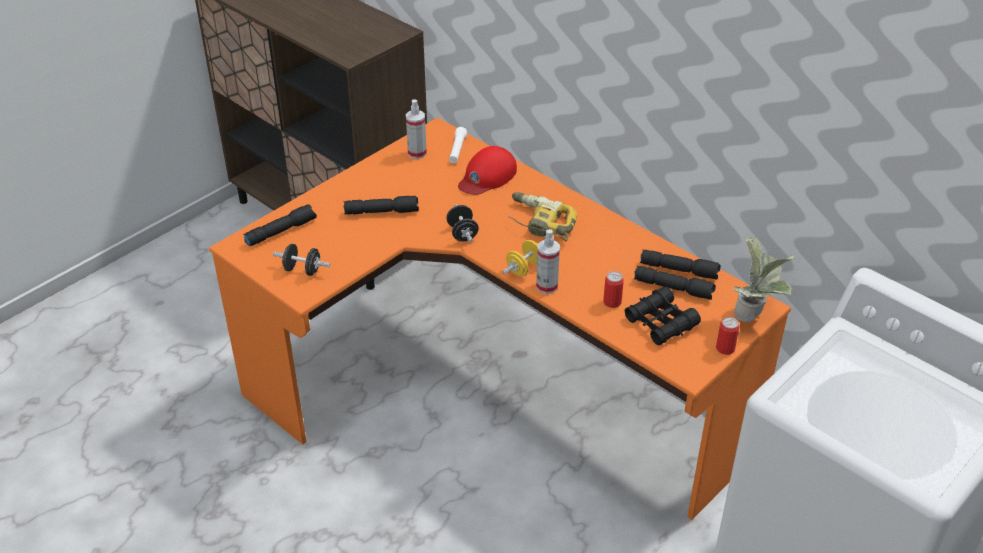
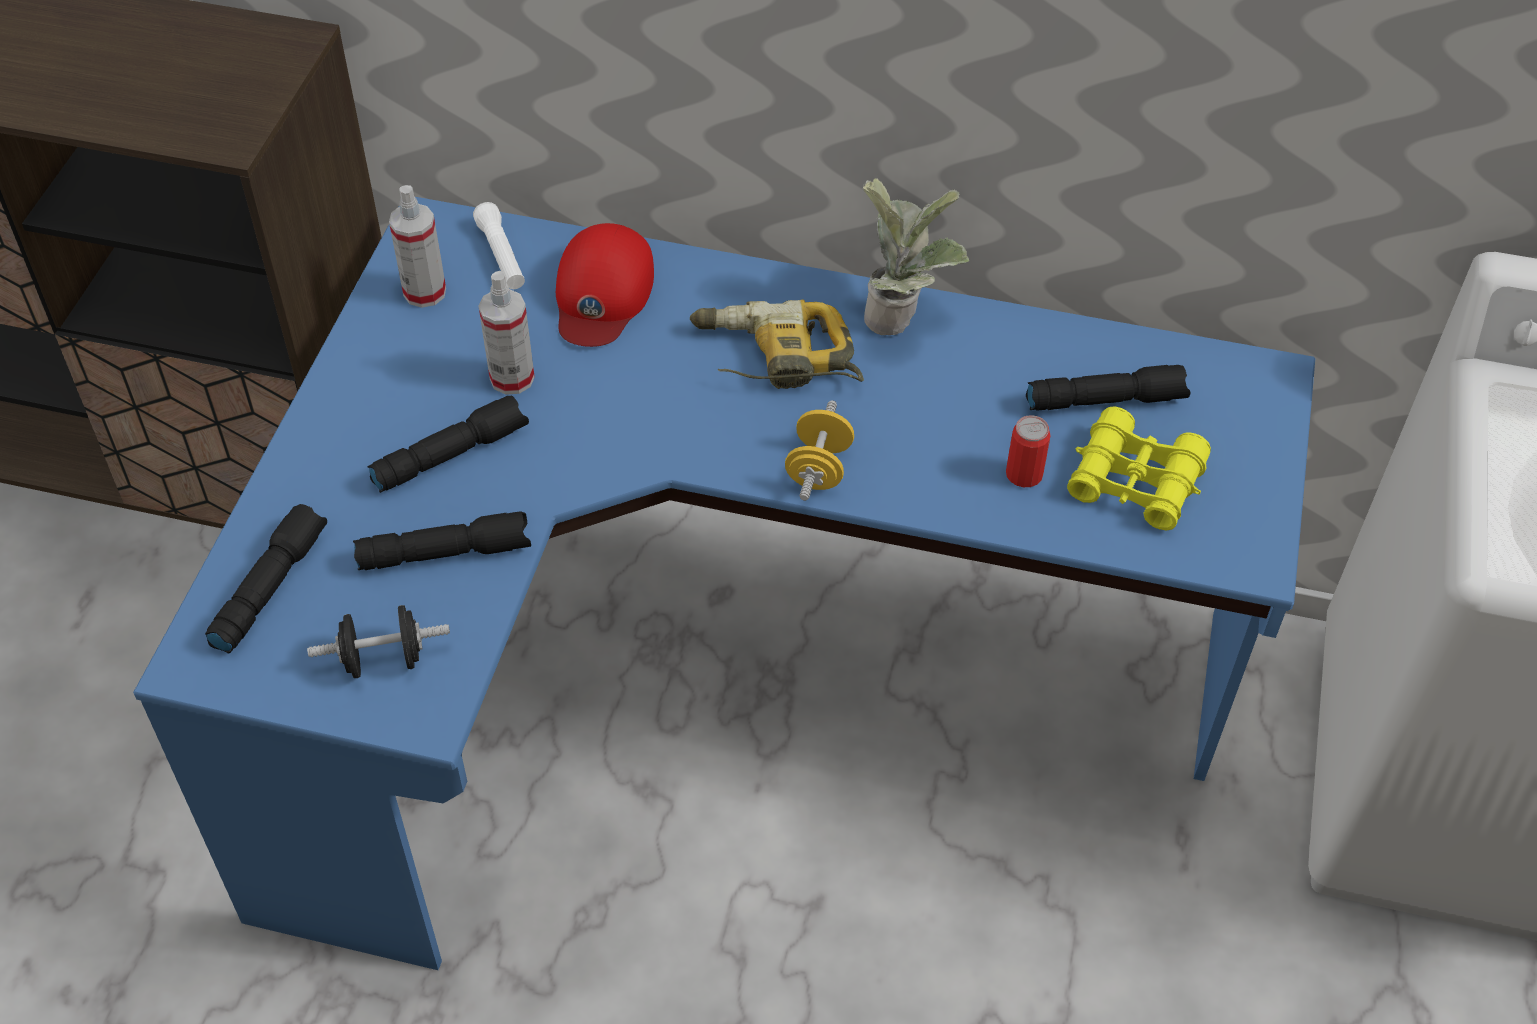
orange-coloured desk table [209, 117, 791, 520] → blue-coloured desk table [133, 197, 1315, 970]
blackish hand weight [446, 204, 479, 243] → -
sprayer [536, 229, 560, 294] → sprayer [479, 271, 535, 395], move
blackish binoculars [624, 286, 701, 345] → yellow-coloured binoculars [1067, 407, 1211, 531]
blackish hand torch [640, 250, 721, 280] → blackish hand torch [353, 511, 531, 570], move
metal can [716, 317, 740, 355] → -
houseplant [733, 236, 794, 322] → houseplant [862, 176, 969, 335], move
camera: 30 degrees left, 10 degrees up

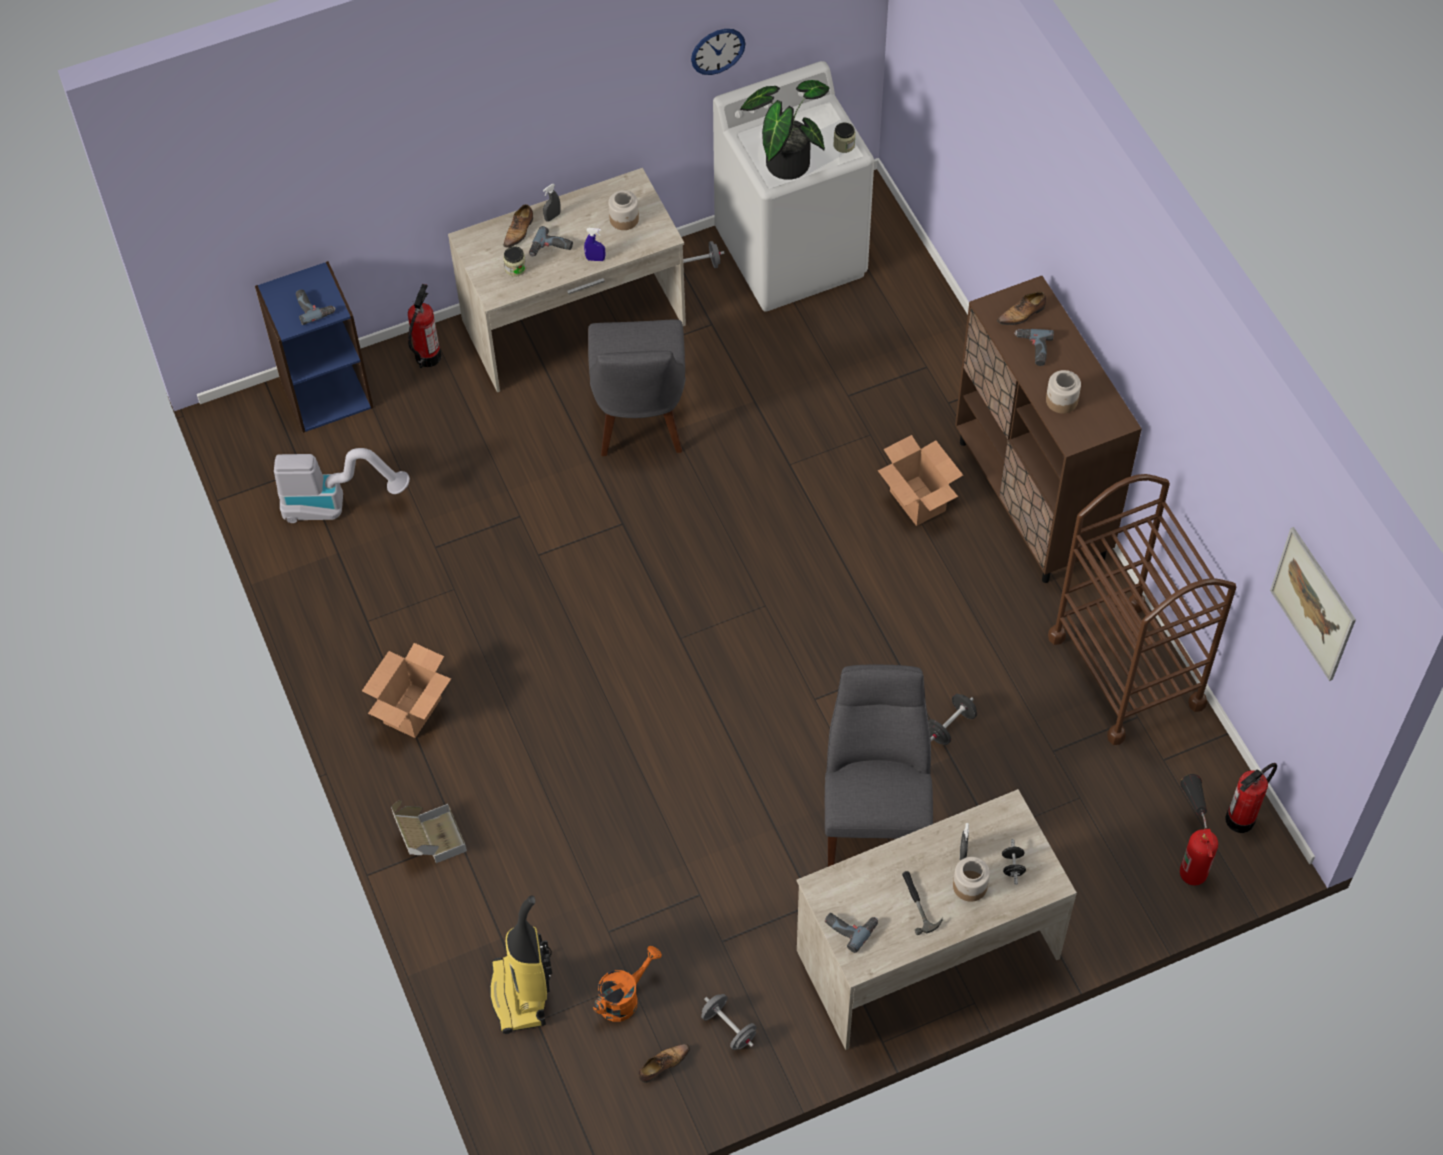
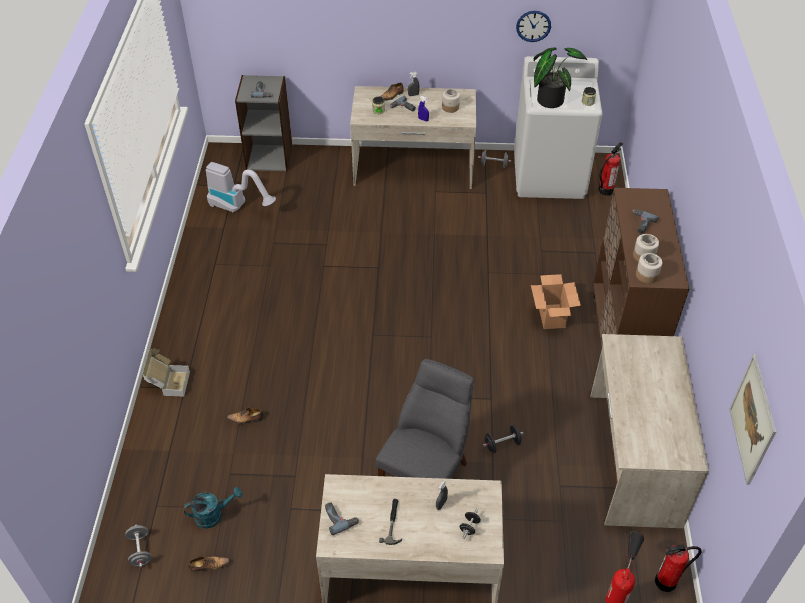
blue-coloured bookcase [255, 261, 373, 433] → gray bookcase [235, 75, 293, 171]
packing box [362, 643, 451, 738] → -
fire-fighting cylinder [408, 284, 442, 368] → fire-fighting cylinder [598, 142, 623, 196], move
vacuum [490, 895, 552, 1034] → -
gray upright chair [588, 320, 685, 456] → -
orange-coloured watering can [593, 946, 662, 1022] → turquoise watering can [183, 487, 242, 529]
gray hand weight [701, 994, 757, 1050] → gray hand weight [125, 525, 152, 568], move
storage jar [953, 857, 990, 902] → storage jar [636, 253, 662, 284], move
shoe [997, 291, 1046, 325] → shoe [227, 408, 263, 424], move
brown-coloured wheeled cart [1048, 474, 1236, 745] → sand-coloured desk table [590, 334, 709, 528]
camera: 25 degrees right, 10 degrees down

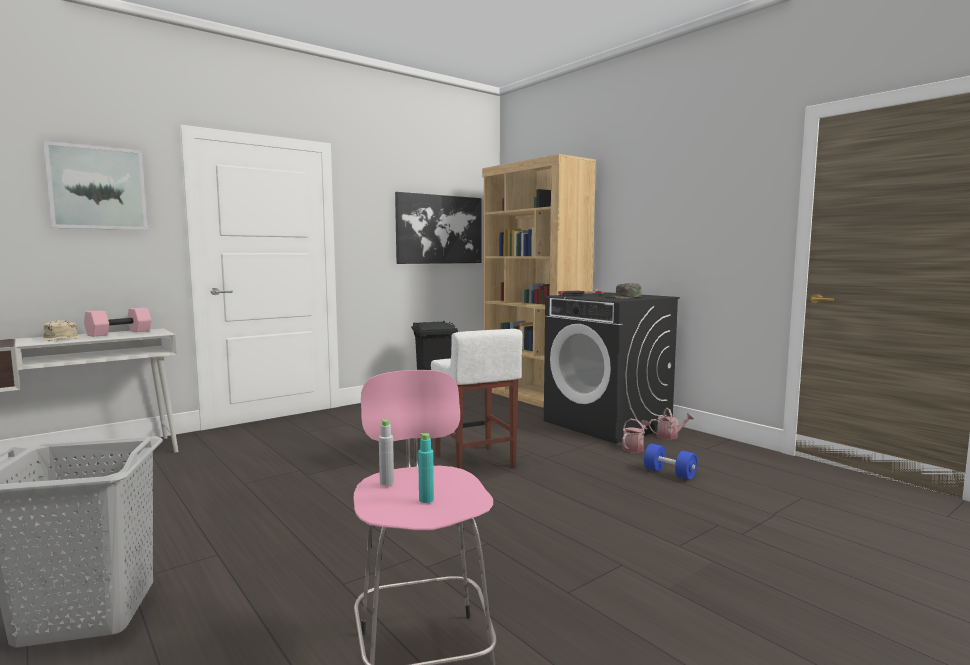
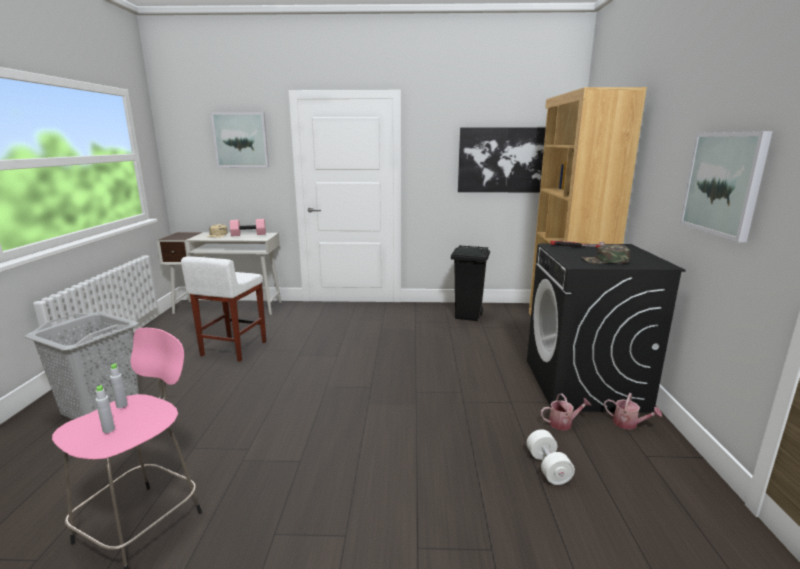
turquoise bottle [418, 433, 434, 503] → gray bottle [95, 385, 115, 433]
white-coloured stool [431, 329, 522, 469] → white-coloured stool [181, 256, 266, 362], move
blue-coloured hand weight [644, 444, 698, 480] → white-coloured hand weight [526, 429, 575, 485]
- → picture [680, 131, 773, 242]
camera: 40 degrees right, 10 degrees up

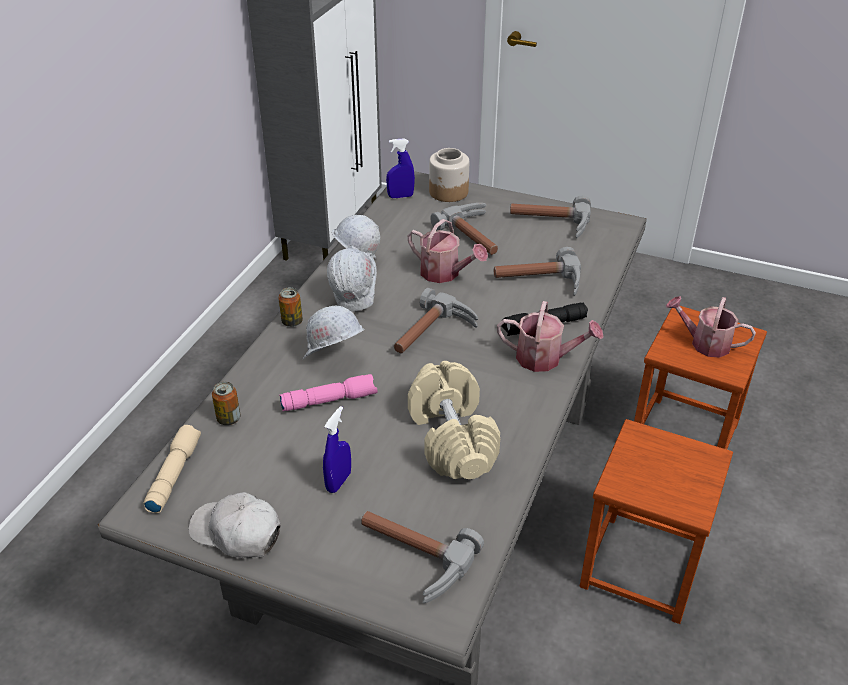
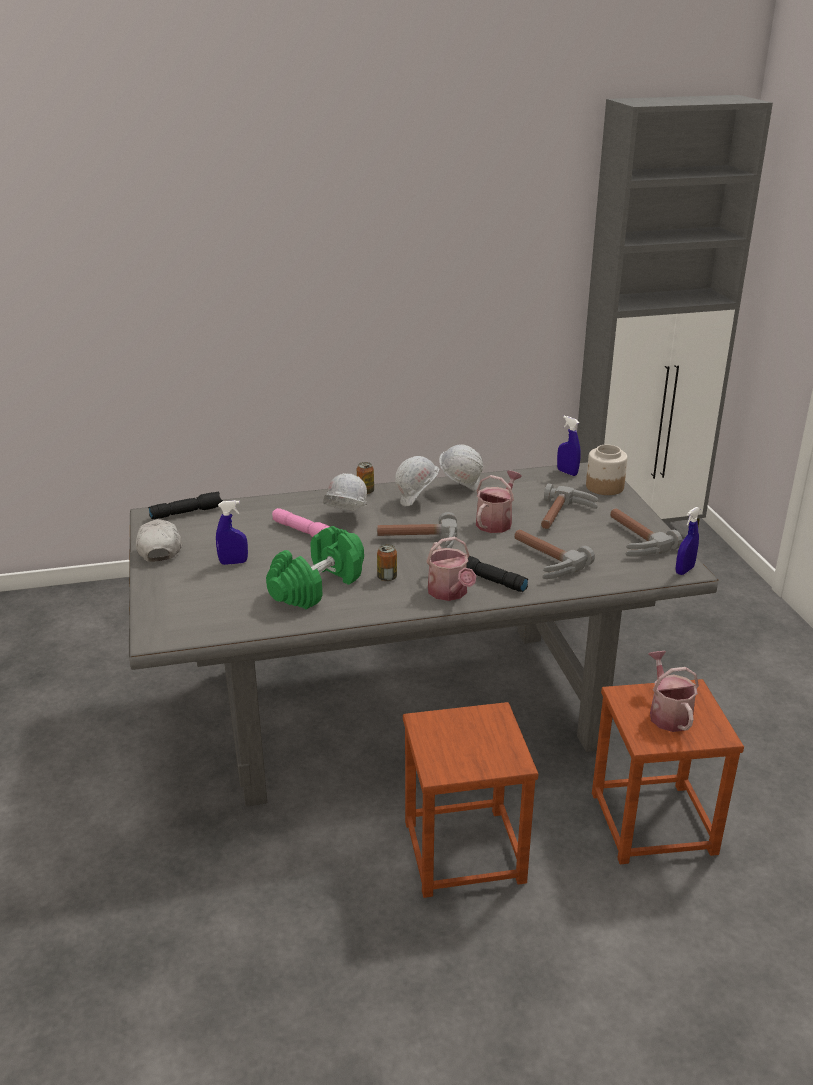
sand-coloured hand torch [144, 425, 201, 513] → blackish hand torch [148, 492, 223, 519]
metal can [212, 382, 241, 425] → metal can [377, 544, 397, 582], move
hammer [361, 511, 484, 604] → -
watering can [407, 219, 488, 283] → watering can [476, 470, 522, 533], 150 degrees counterclockwise
sand-coloured hand weight [408, 361, 500, 479] → greenish hand weight [266, 526, 364, 609]
- → blue-coloured sprayer [676, 507, 700, 575]
camera: 55 degrees right, 10 degrees down

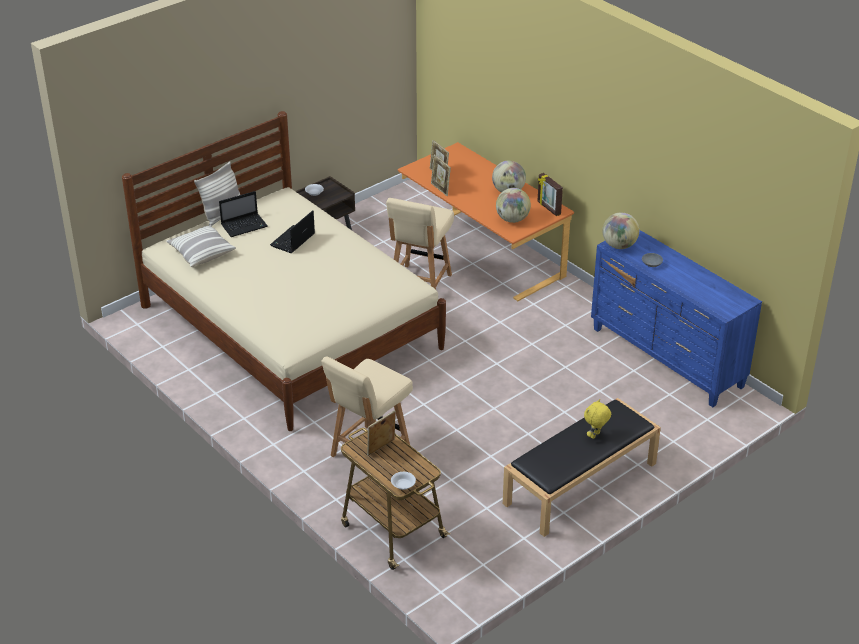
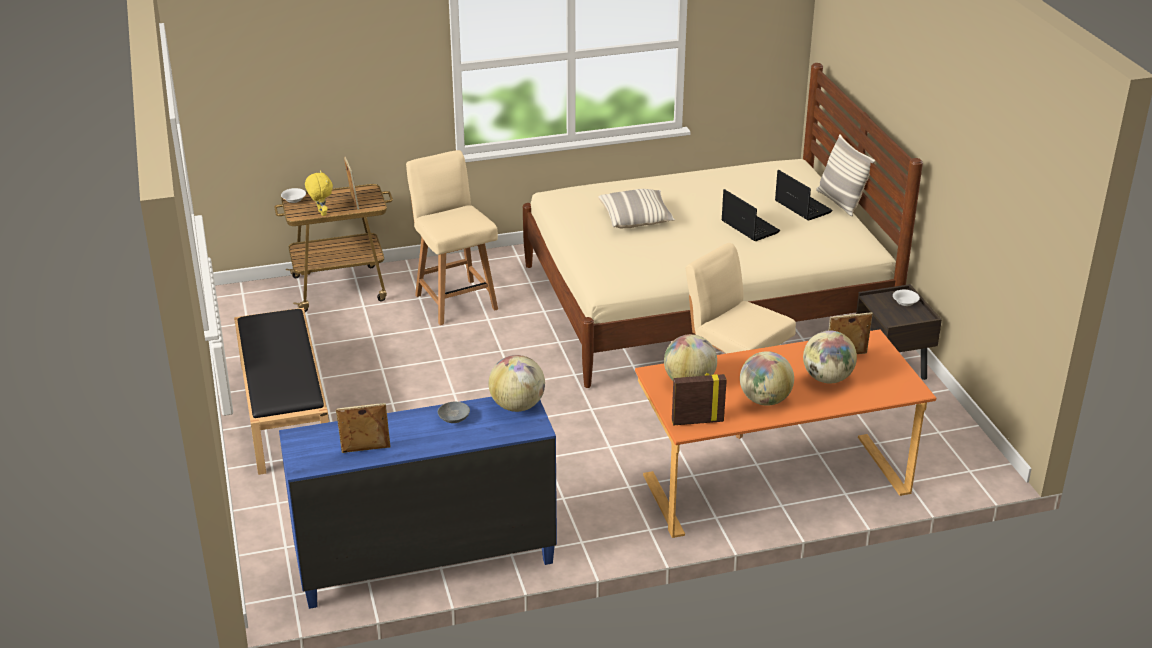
pillow [166, 225, 236, 267] → pillow [598, 189, 675, 228], move
notebook computer [219, 191, 268, 237] → notebook computer [775, 170, 833, 221], 150 degrees clockwise
photo frame [431, 155, 451, 196] → photo frame [336, 403, 391, 453], move
yellow-coloured plush toy [584, 399, 611, 439] → yellow-coloured plush toy [305, 170, 333, 216], move
- → world globe [803, 331, 857, 384]
camera: 115 degrees right, 5 degrees down

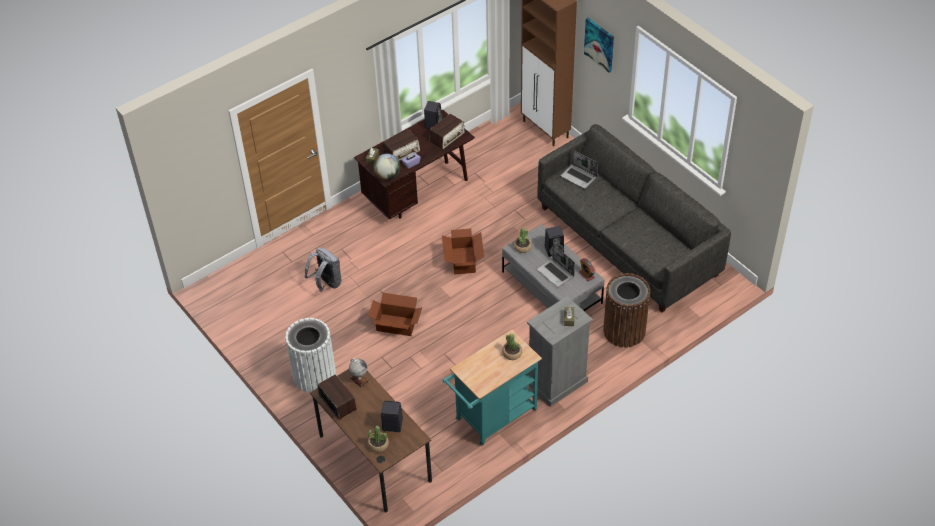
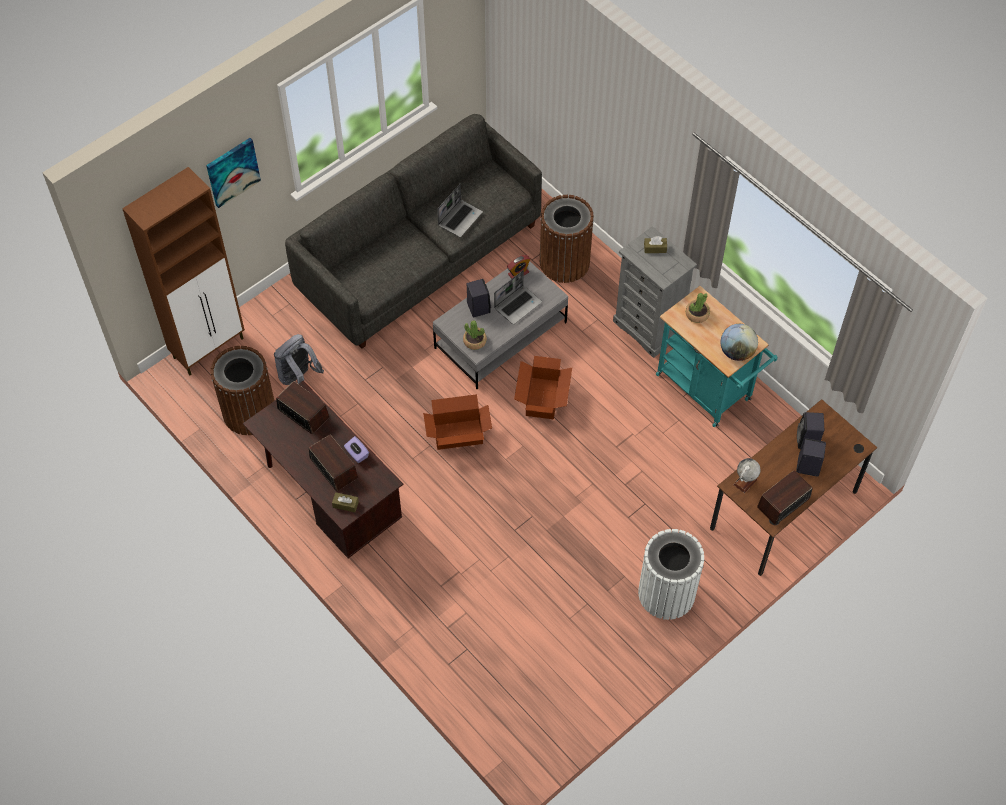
gray rucksack [304, 247, 341, 292] → gray rucksack [274, 334, 324, 385], move
packing box [368, 293, 422, 336] → packing box [514, 356, 572, 419], move
houseplant [368, 426, 389, 452] → -
world globe [374, 154, 400, 180] → world globe [720, 324, 758, 361], move
blackish loudspeaker [424, 101, 443, 130] → blackish loudspeaker [796, 438, 826, 476], move
notebook computer [560, 150, 598, 189] → notebook computer [437, 184, 483, 237], move
- → brown-coloured trash can [210, 346, 274, 435]
camera: 95 degrees left, 10 degrees up

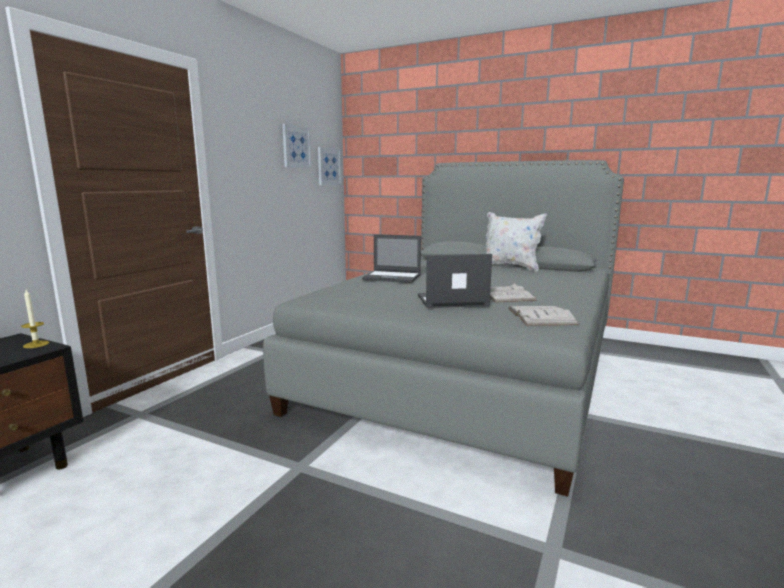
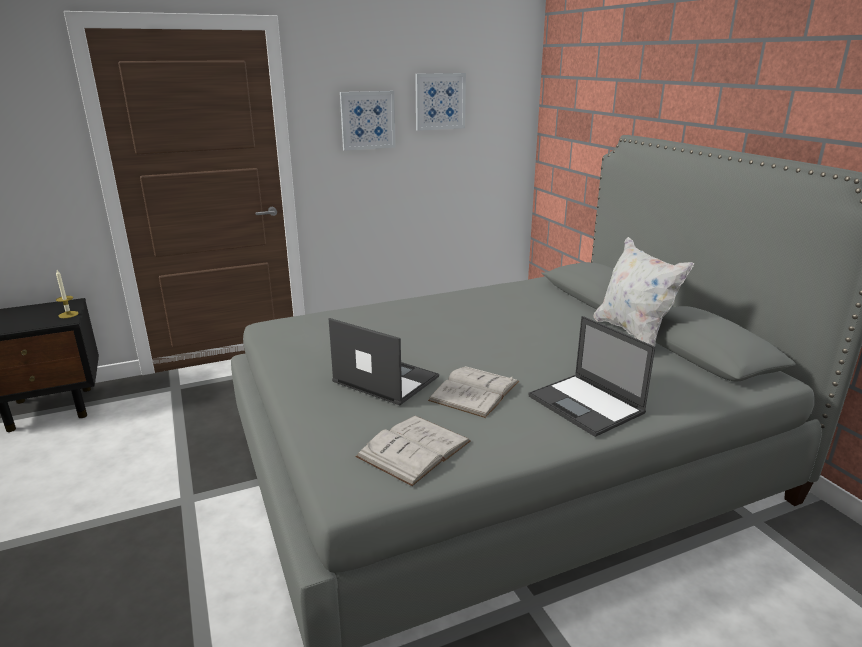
picture [318, 147, 341, 185] → picture [340, 91, 396, 151], move
notebook computer [362, 234, 421, 283] → notebook computer [528, 316, 655, 437], move
camera: 40 degrees right, 10 degrees up

